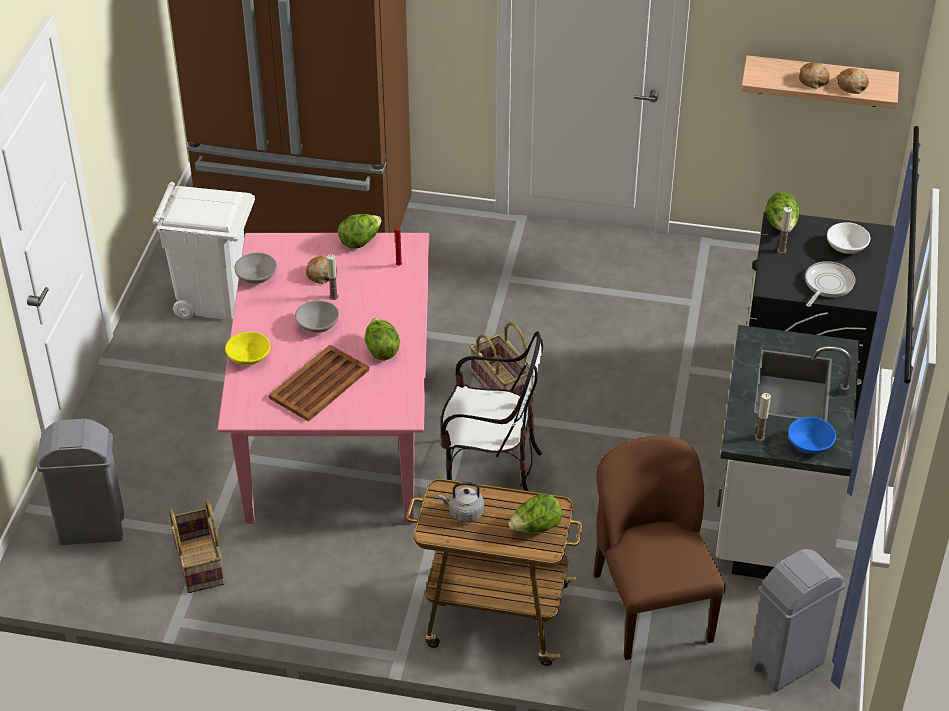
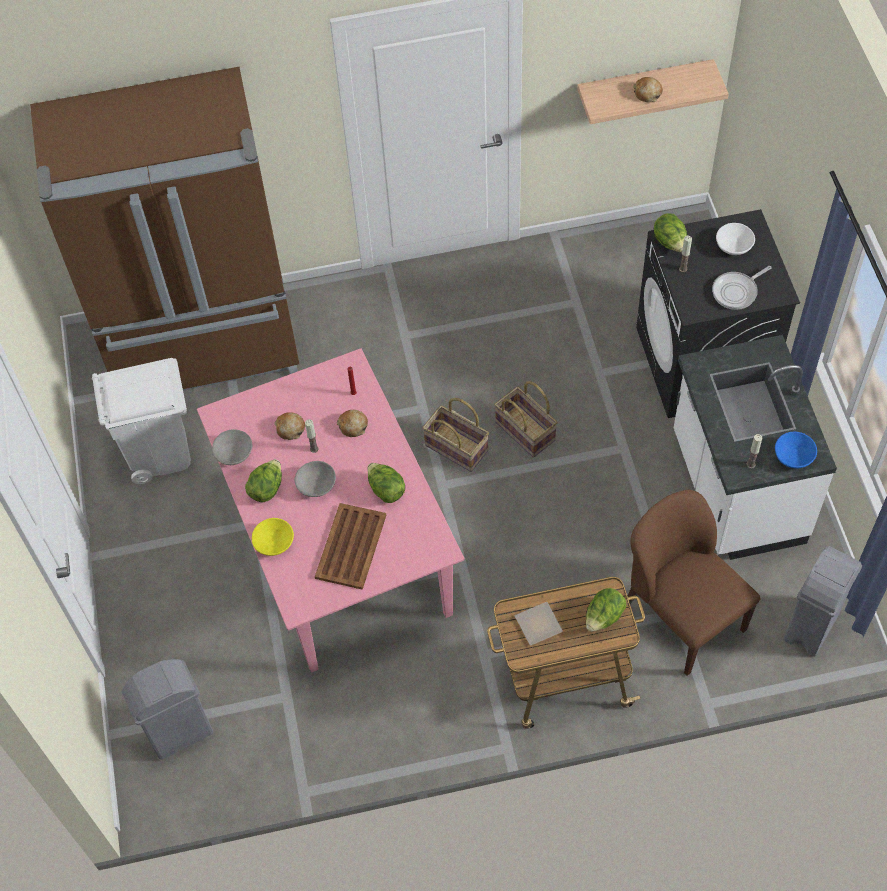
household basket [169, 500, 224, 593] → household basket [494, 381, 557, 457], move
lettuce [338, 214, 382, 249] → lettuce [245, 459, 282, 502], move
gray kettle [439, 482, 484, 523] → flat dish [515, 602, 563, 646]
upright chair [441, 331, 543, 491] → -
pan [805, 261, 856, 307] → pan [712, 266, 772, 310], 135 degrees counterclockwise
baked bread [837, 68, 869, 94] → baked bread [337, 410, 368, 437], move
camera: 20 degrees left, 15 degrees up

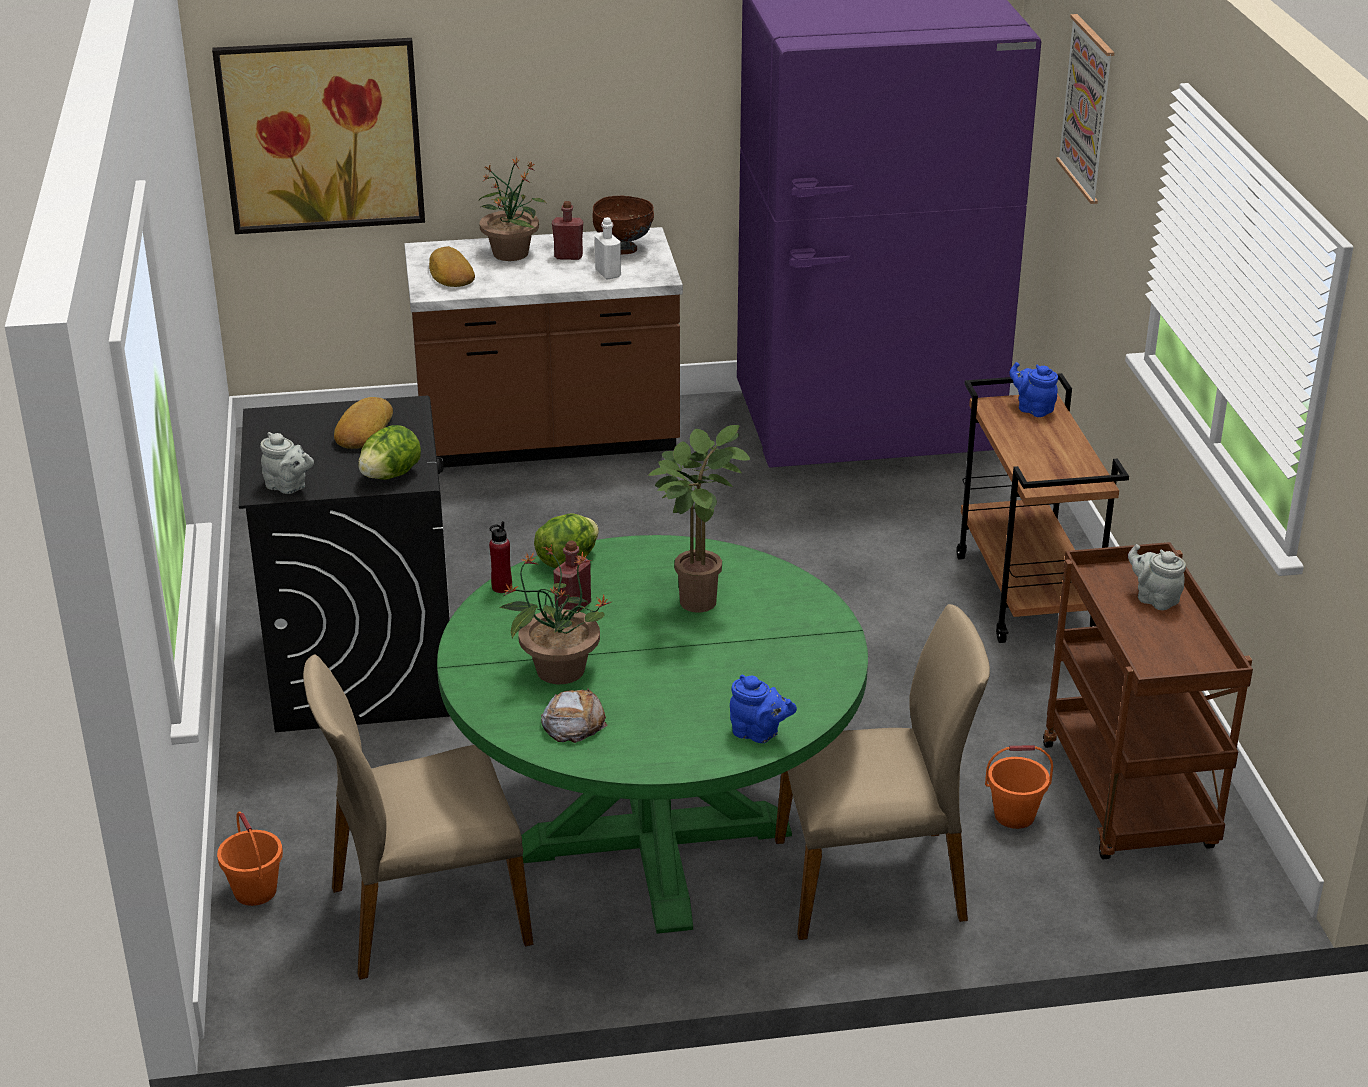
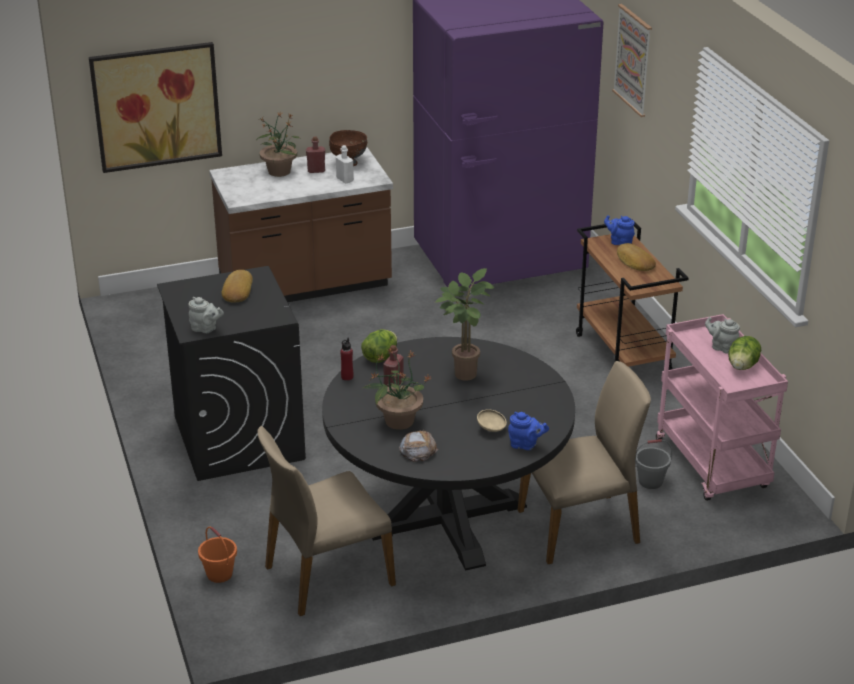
lettuce [358, 425, 421, 480] → lettuce [728, 336, 761, 370], move
baked bread [429, 246, 475, 287] → baked bread [617, 243, 656, 271], move
greenish dining table [437, 535, 868, 934] → blackish dining table [322, 337, 575, 571]
orange-coloured pail [985, 745, 1053, 829] → gray pail [635, 439, 672, 489]
brown-coloured wheeled cart [1043, 542, 1253, 859] → pink-coloured wheeled cart [656, 314, 788, 501]
- → sand-coloured bowl [477, 409, 507, 432]
camera: 10 degrees left, 0 degrees up

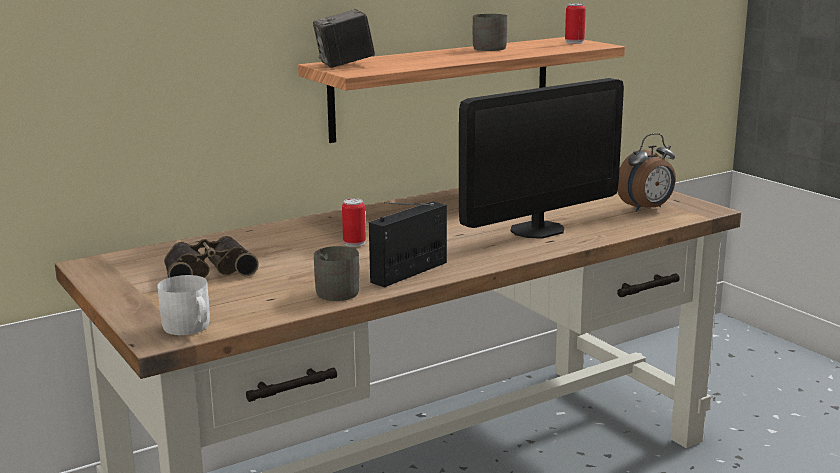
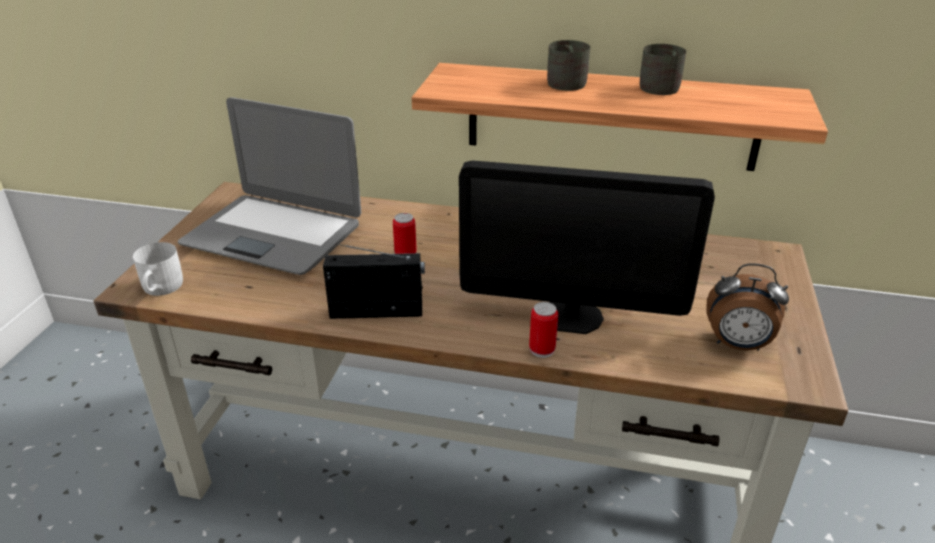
binoculars [164, 236, 259, 278] → notebook computer [178, 97, 361, 275]
photo camera [313, 9, 375, 68] → -
gray tea mug [314, 246, 359, 301] → gray tea mug [547, 40, 590, 91], move
metal can [565, 3, 586, 44] → metal can [529, 302, 558, 358], move
camera: 45 degrees right, 15 degrees up

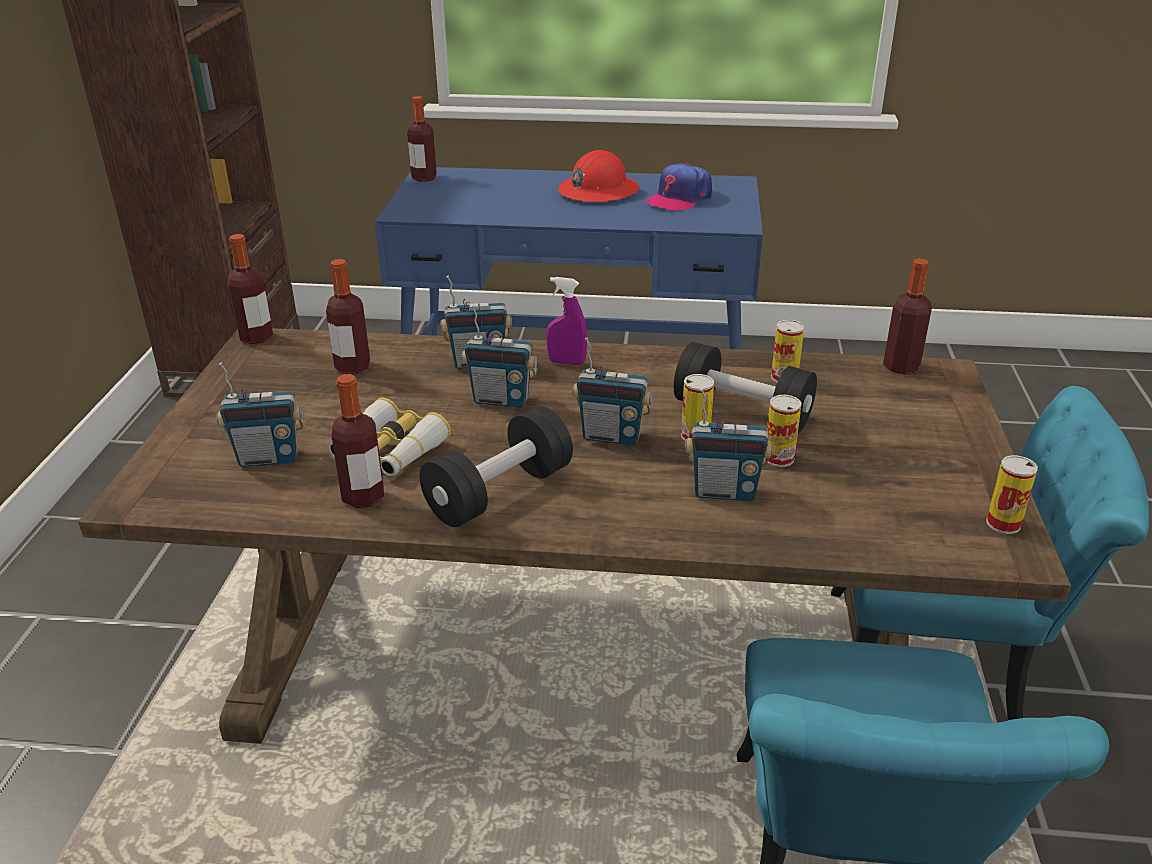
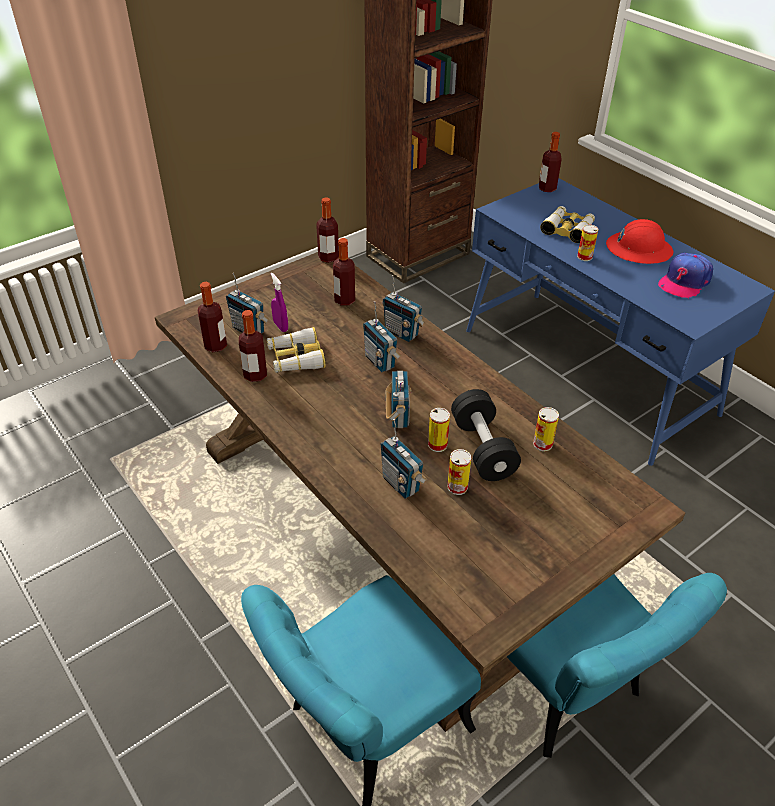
blackish hand weight [420, 406, 573, 527] → -
purple-coloured sprayer [546, 277, 587, 365] → purple-coloured sprayer [271, 273, 288, 332], move
radio [572, 337, 653, 446] → radio [385, 371, 412, 428], 150 degrees counterclockwise
peaked cap [645, 163, 712, 211] → peaked cap [658, 253, 713, 299], 45 degrees counterclockwise
bottle [883, 258, 932, 374] → bottle [197, 282, 227, 352], move
metal can [986, 455, 1038, 534] → metal can [577, 225, 599, 261], move
- → binoculars [540, 206, 595, 243]
camera: 45 degrees right, 10 degrees up

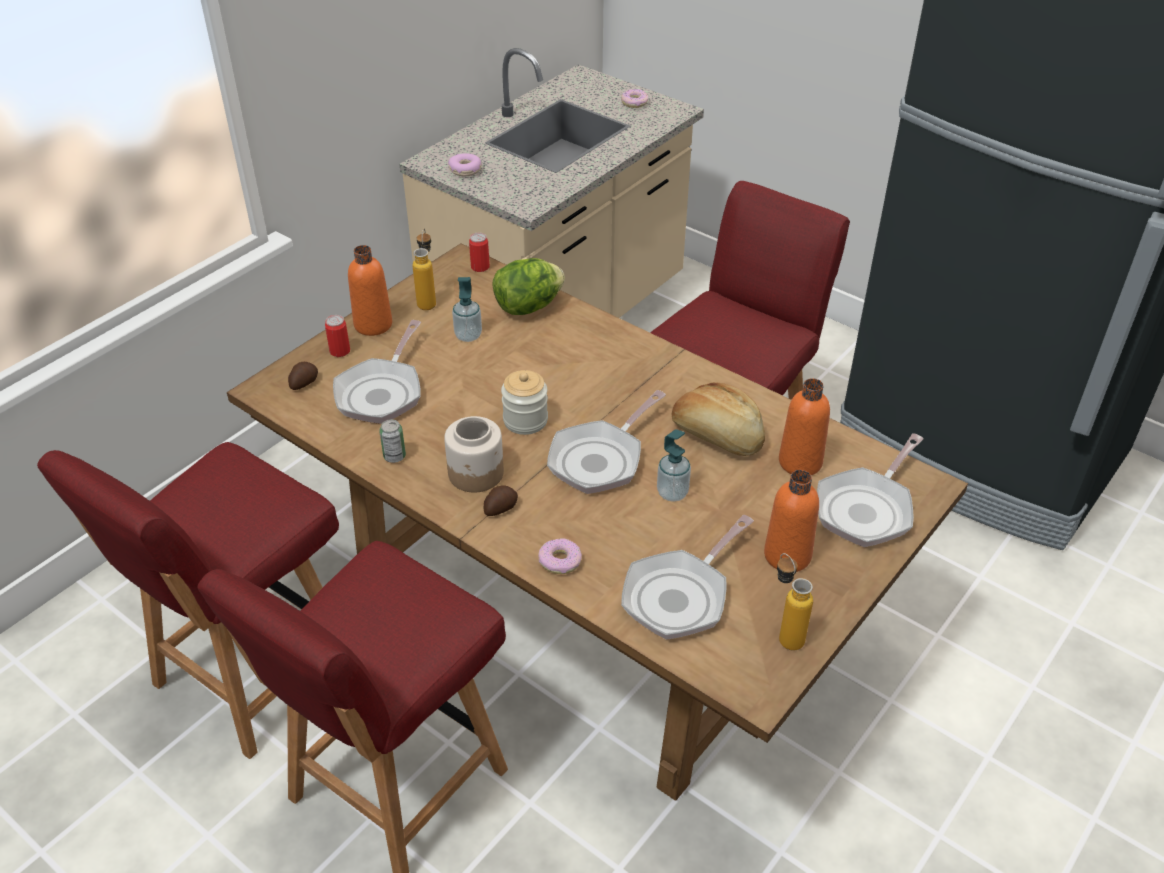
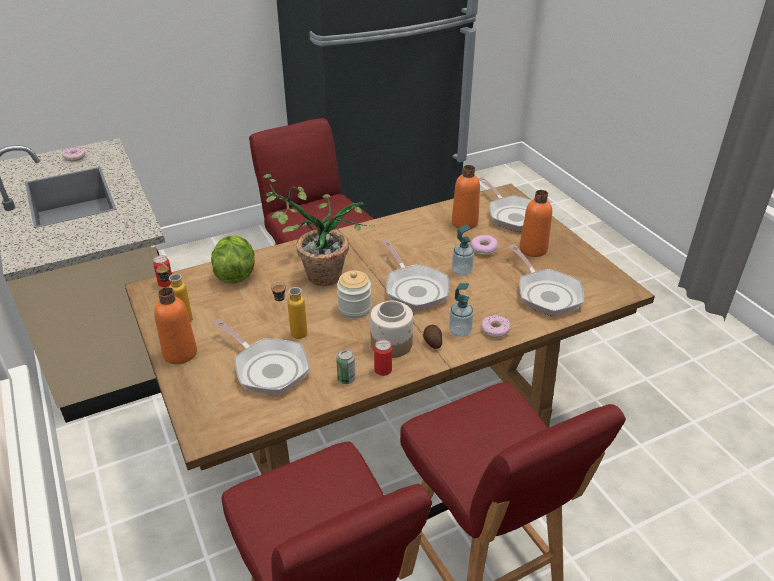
spud [288, 362, 318, 390] → -
metal can [325, 315, 350, 357] → metal can [374, 340, 392, 376], move
ring doughnut [448, 153, 482, 176] → ring doughnut [470, 235, 498, 255], move
soap dispenser [452, 277, 482, 342] → soap dispenser [449, 283, 474, 337], move
baked bread [671, 382, 765, 456] → -
bottle [777, 553, 813, 650] → bottle [271, 282, 307, 339], move
- → houseplant [263, 174, 375, 286]
camera: 65 degrees left, 5 degrees down

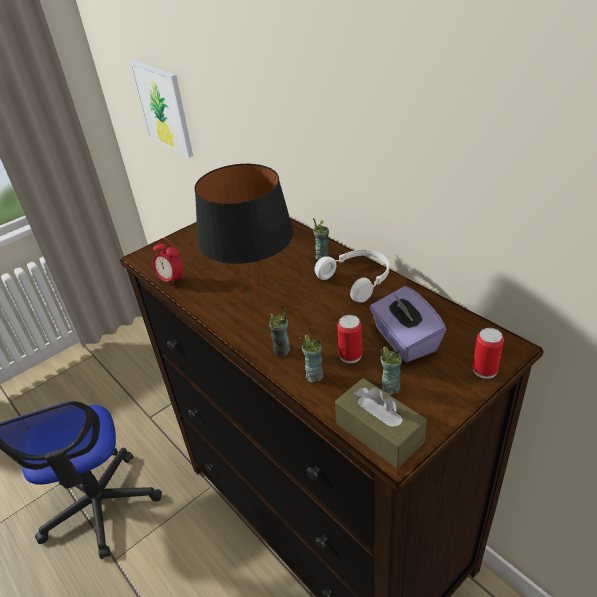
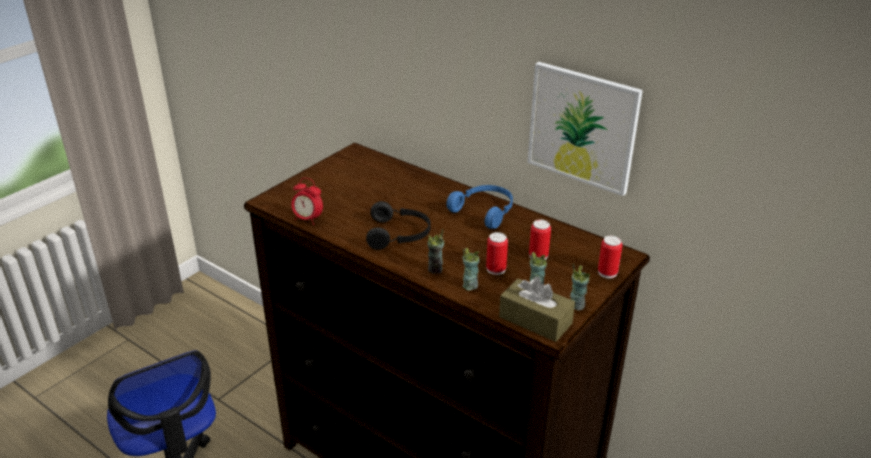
picture [129, 60, 193, 158] → picture [528, 62, 643, 196], move
blackish table lamp [194, 164, 294, 304] → blackish pair of headphones [366, 201, 430, 250]
small cup [313, 218, 330, 260] → small cup [570, 263, 590, 310], move
white-coloured pair of headphones [314, 250, 389, 302] → blue-coloured pair of headphones [446, 185, 513, 229]
purple-coloured tissue box [370, 286, 446, 362] → metal can [529, 219, 551, 260]
camera: 15 degrees left, 5 degrees down

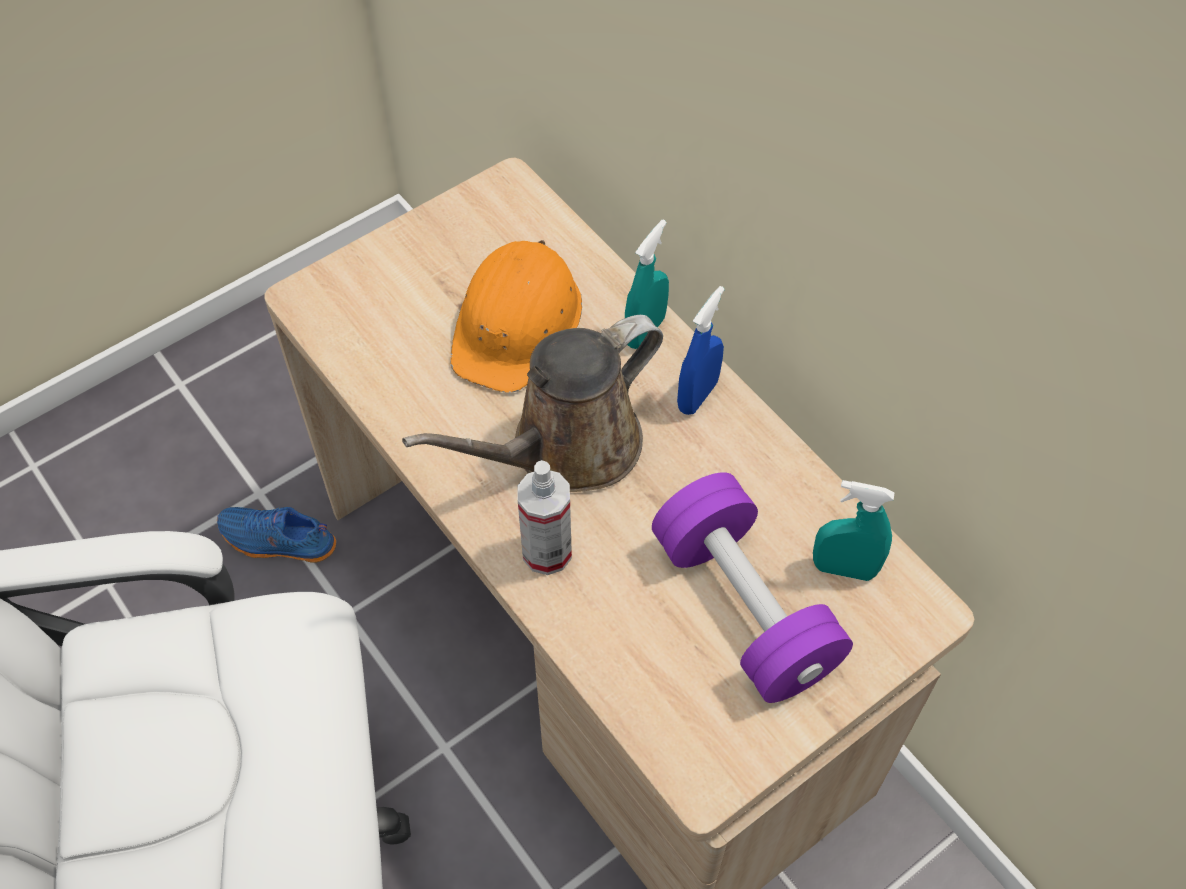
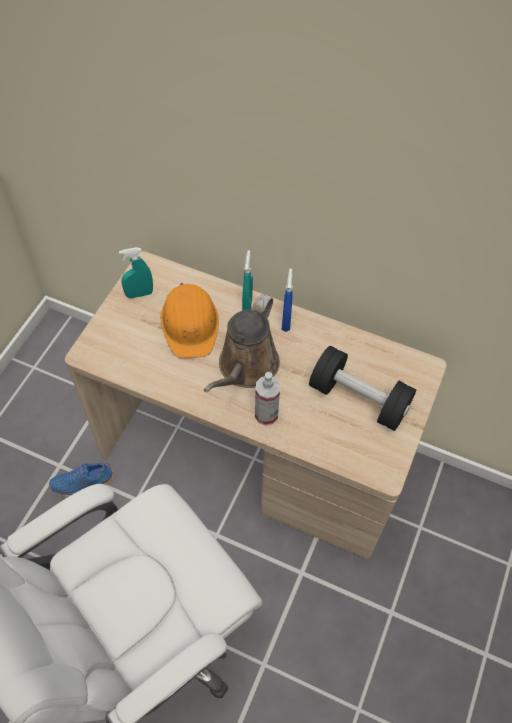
purple-coloured hand weight [652, 472, 853, 703] → blackish hand weight [309, 346, 416, 431]
turquoise sprayer [813, 480, 895, 581] → turquoise sprayer [119, 247, 153, 298], move
camera: 30 degrees left, 0 degrees up

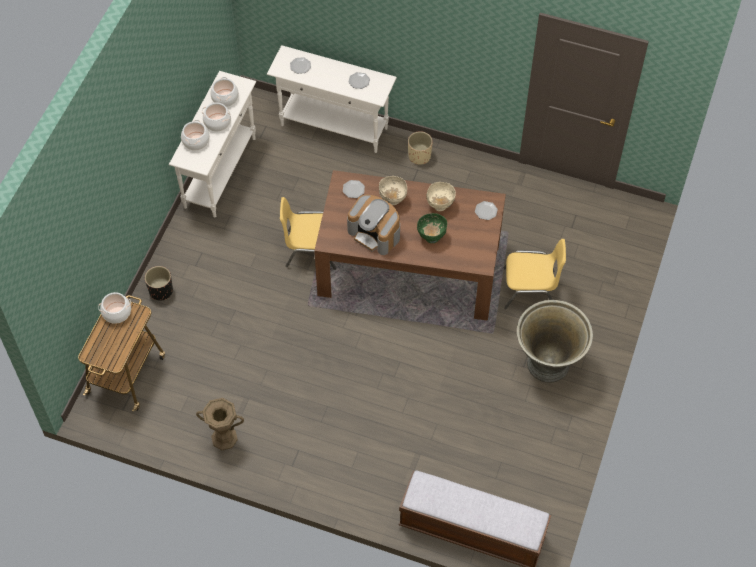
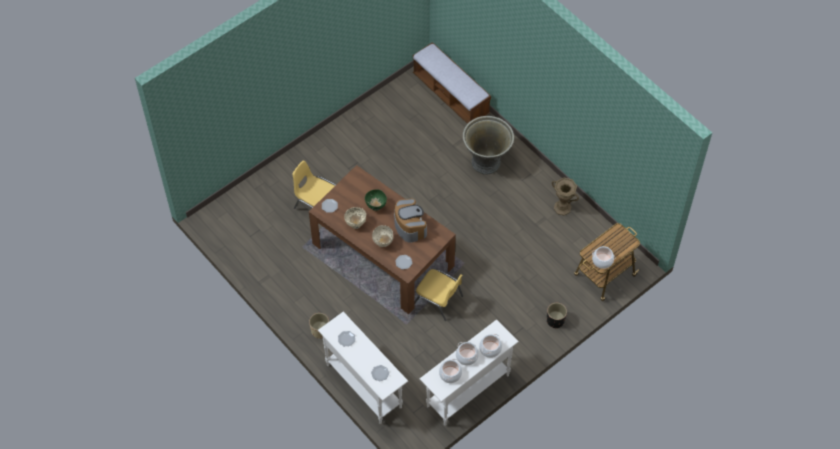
gray planter [517, 300, 593, 383] → gray planter [463, 116, 514, 174], move
camera: 150 degrees left, 0 degrees up

